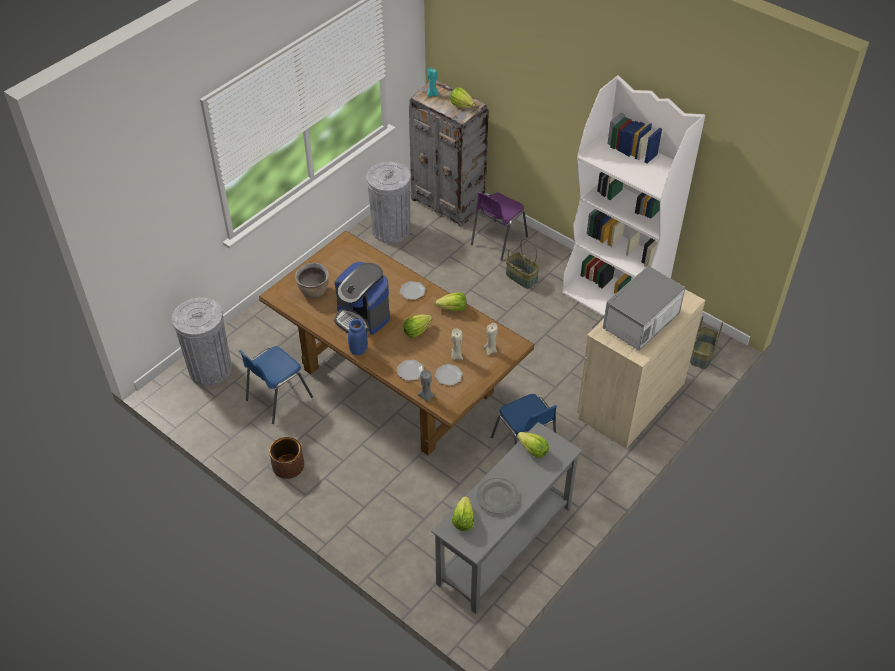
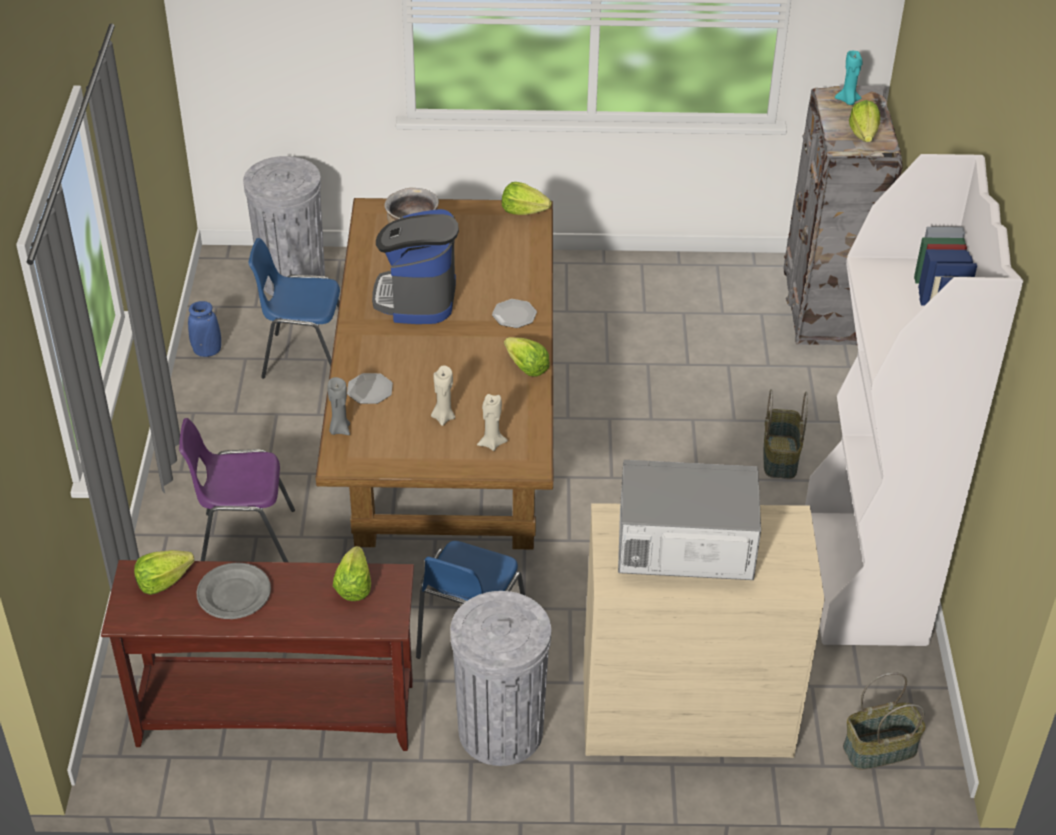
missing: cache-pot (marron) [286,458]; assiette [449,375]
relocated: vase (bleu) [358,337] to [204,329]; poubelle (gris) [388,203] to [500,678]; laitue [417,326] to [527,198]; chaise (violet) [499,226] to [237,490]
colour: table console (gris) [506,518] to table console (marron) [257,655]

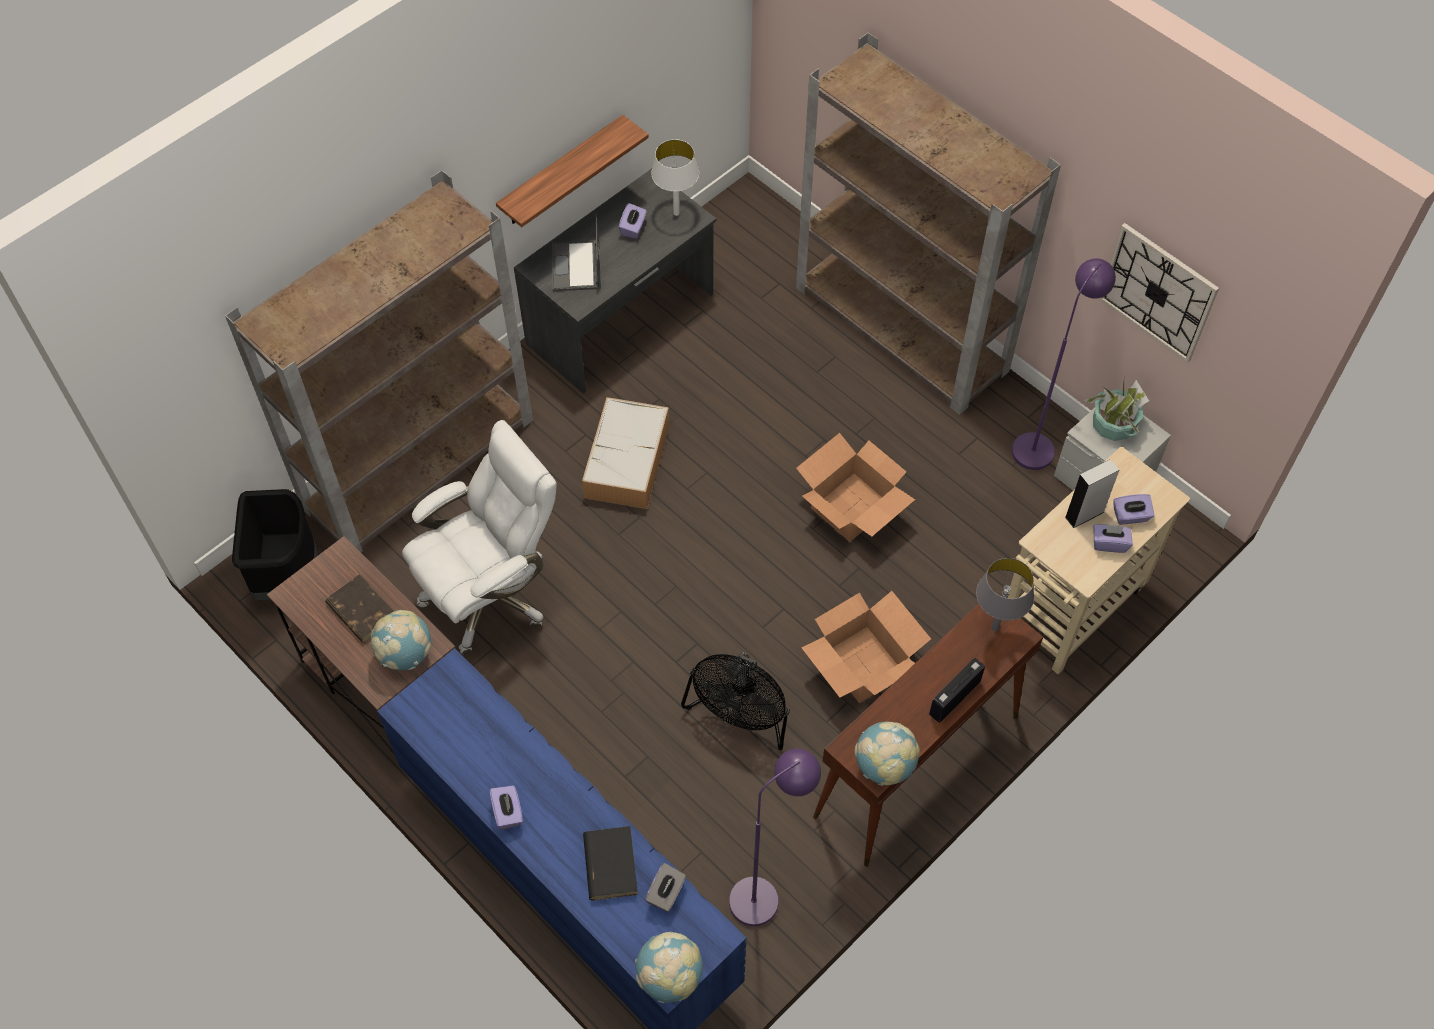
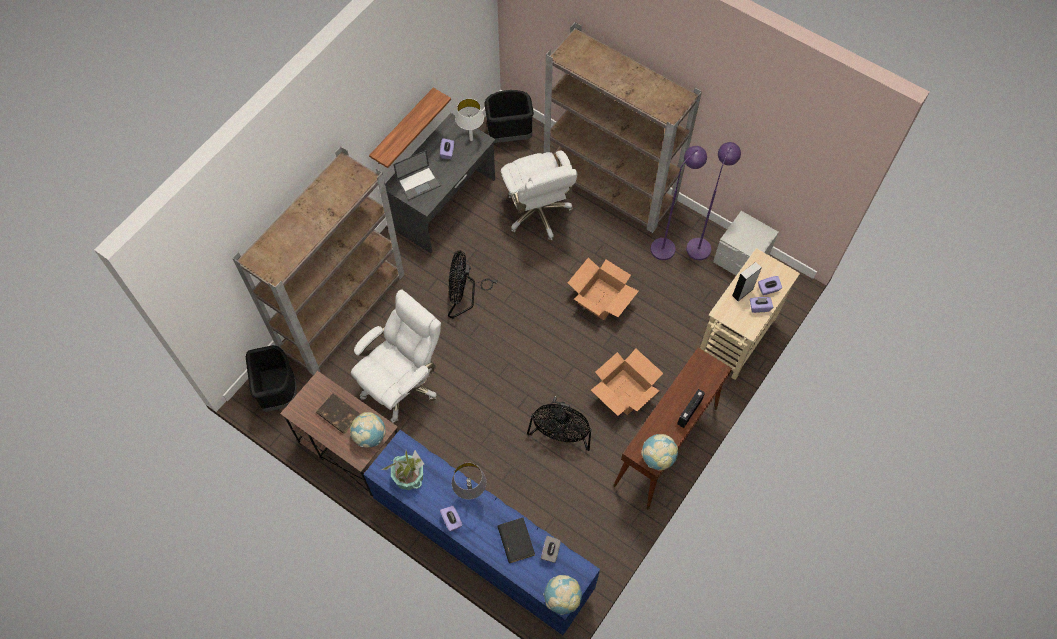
missing: horloge murale [1159,293]
appeared: poubelle (noir) [509,116]; chaise de bureau (blanc) [539,195]
relocated: lampadaire (violet) [775,837] to [678,203]; lampe de table (gris) [1005,594] to [469,481]; plante en pot [1116,410] to [402,470]
exchanged: boîte de rangement [625,453] to ventilateur (noir) [473,284]
spun: ordinateur portable [576,251] = [417,175] 105 degrees counterclockwise

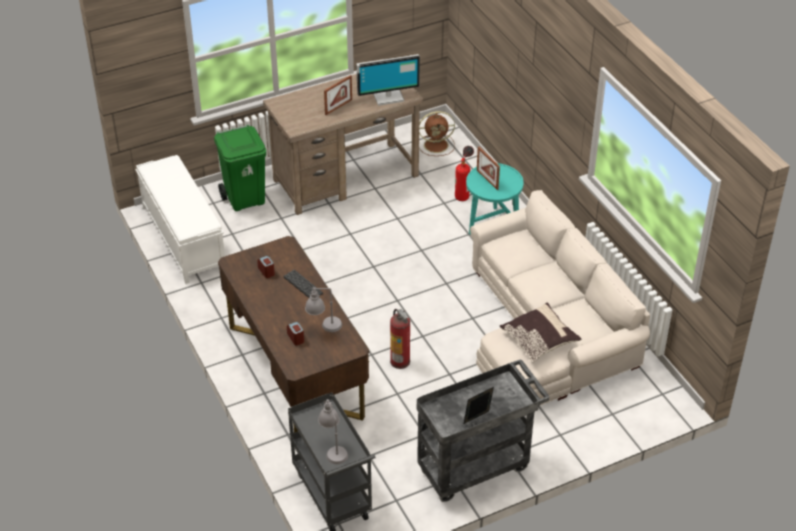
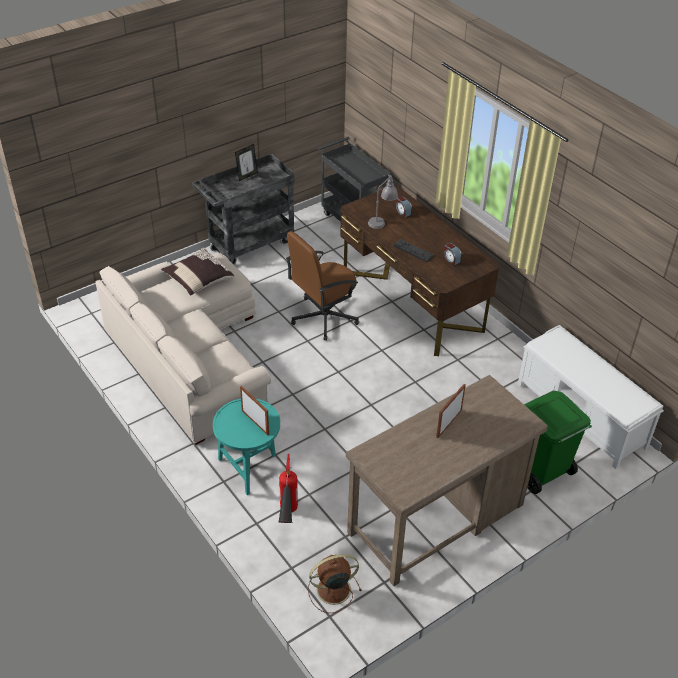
missing: lampe de table (gris) [333,431]; écran d'ordinateur [388,80]
exchanged: extincteur [400,339] to chaise de bureau (marron) [322,286]

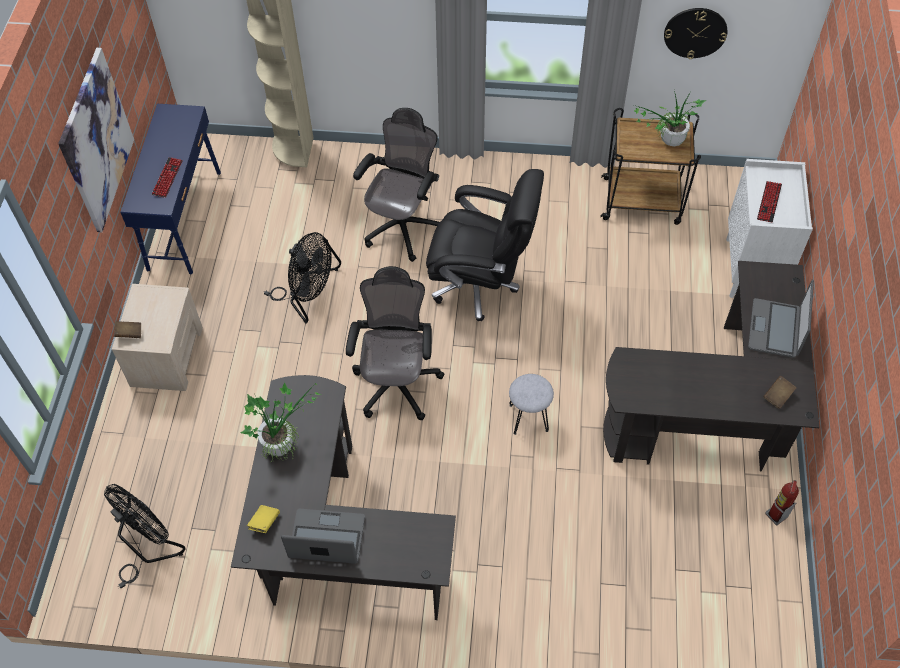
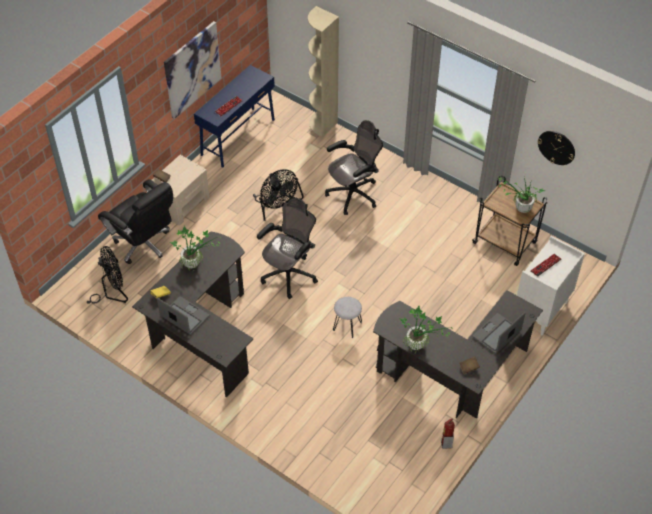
appeared: plante en pot [426,330]
relocated: chaise de bureau (noir) [485,245] to [135,221]

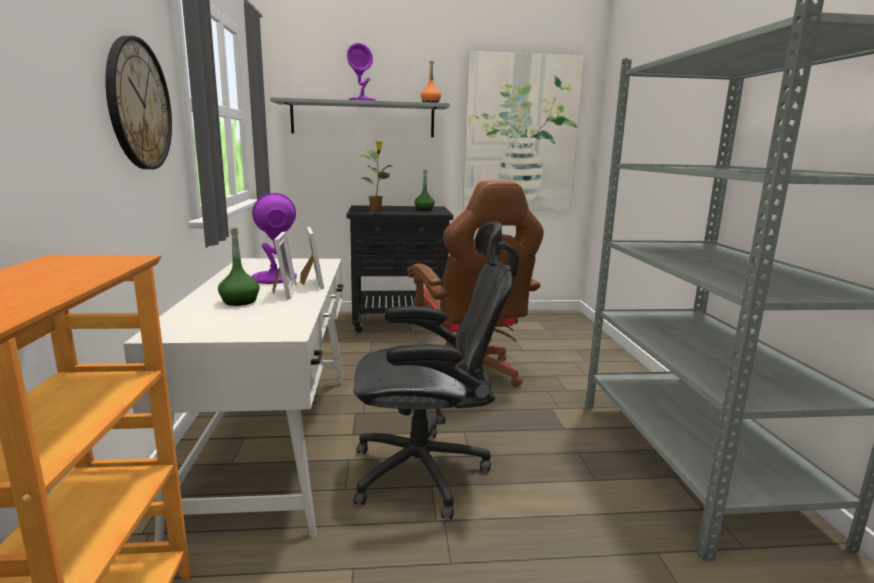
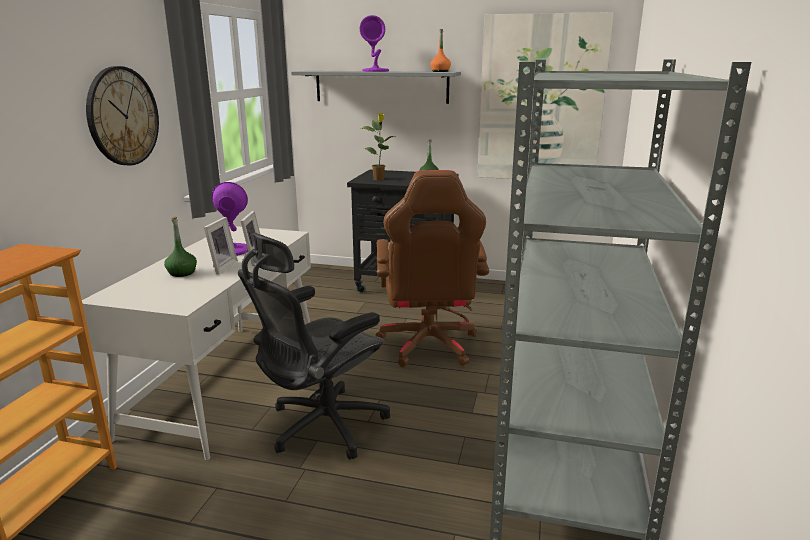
spun: chaise de bureau [436,370] = [314,346] 120 degrees clockwise

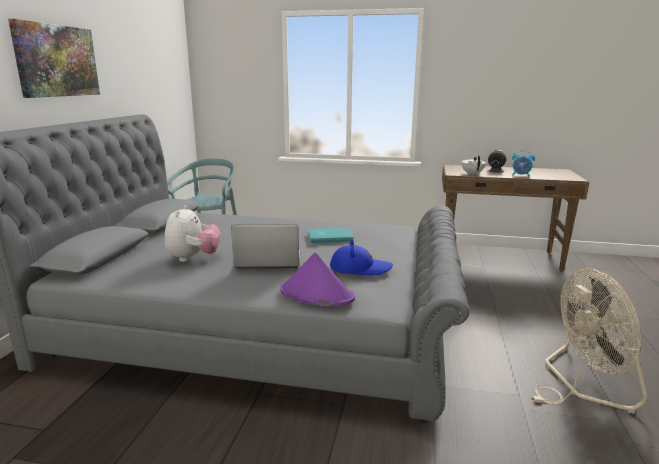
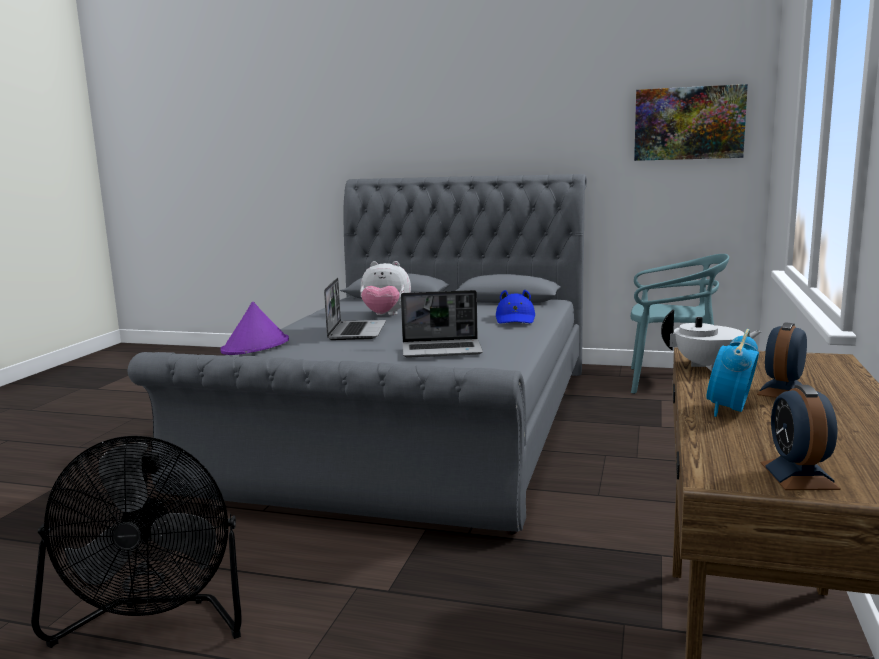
appeared: réveil [801,437]
relocated: tableau [54,58] to [691,122]; chapeau (bleu) [361,257] to [515,307]
exchanged: livre (turquoise) [331,235] to ordinateur portable [442,324]
colour: ventilateur (beige) [589,341] to ventilateur (noir) [136,542]

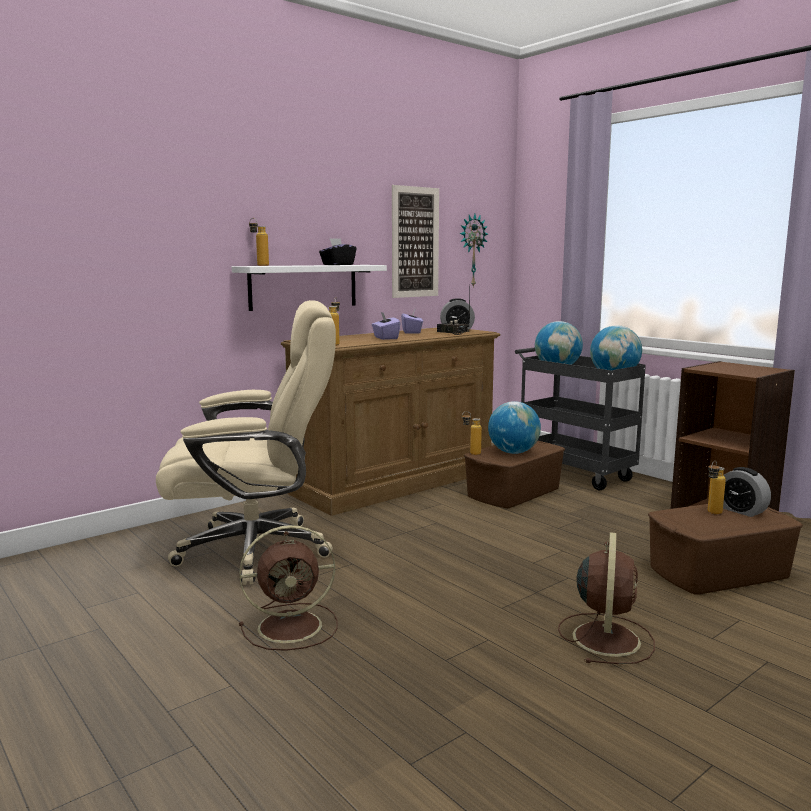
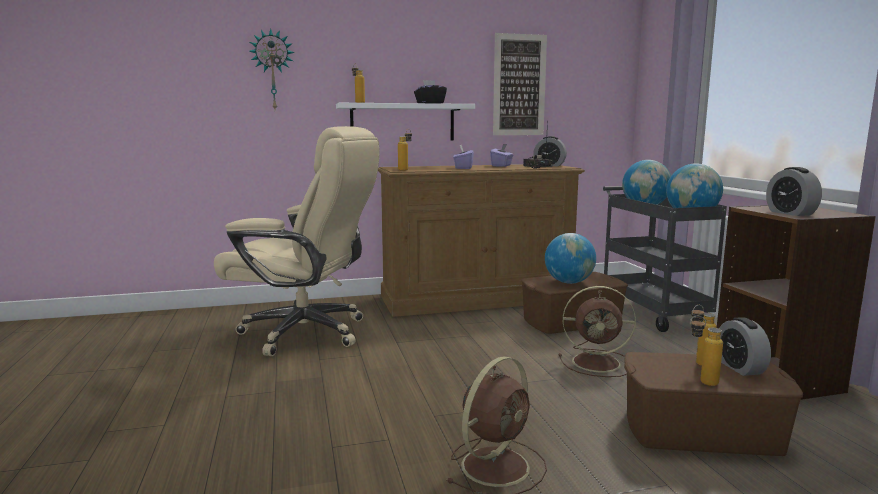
appeared: réveil [794,191]
relocated: ventilateur (marron) [288,588] to [597,331]; horloge murale [474,251] to [272,68]; bouteille [472,433] to [706,351]

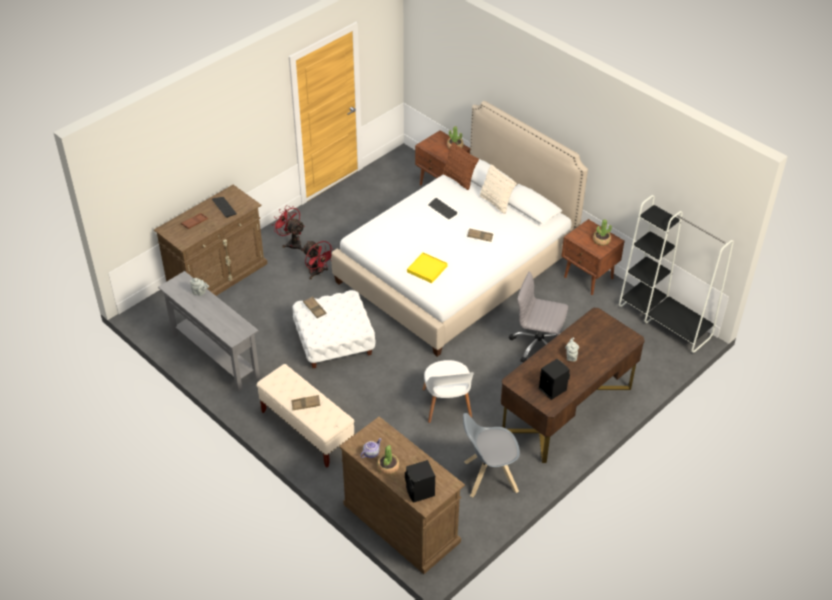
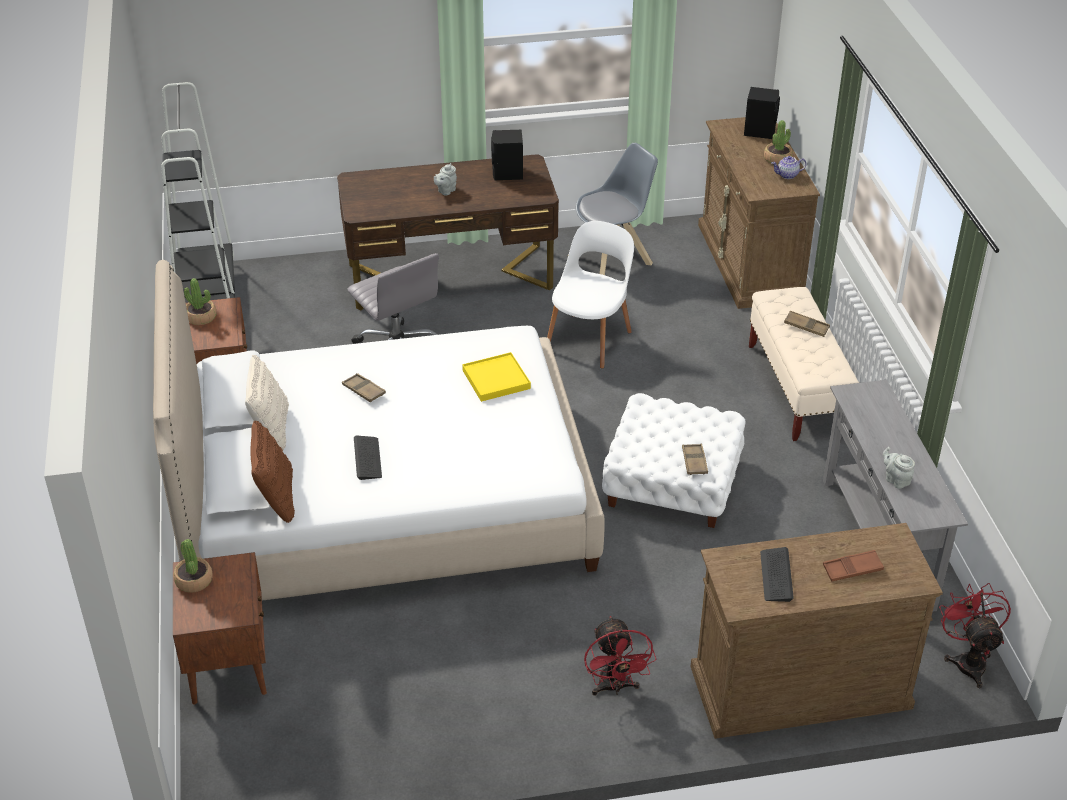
relocated: ventilateur (rouge) [318,260] to [975,635]
spun: chaise (gris) [491,455] = [612,209] 60 degrees counterclockwise

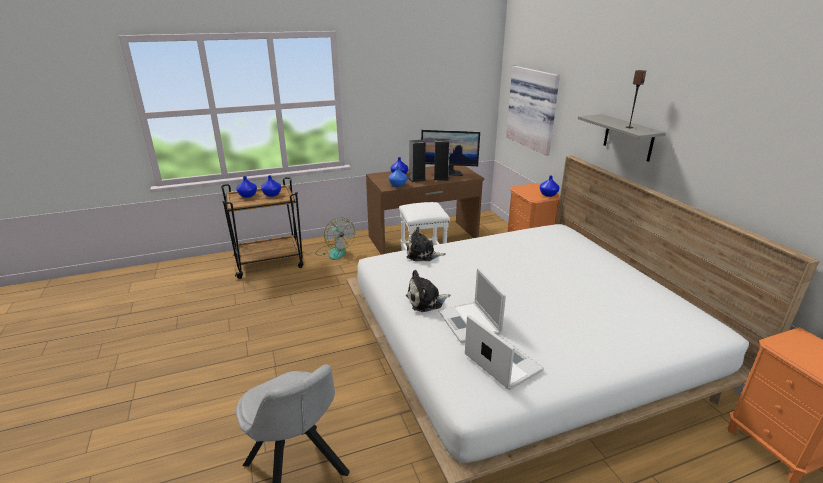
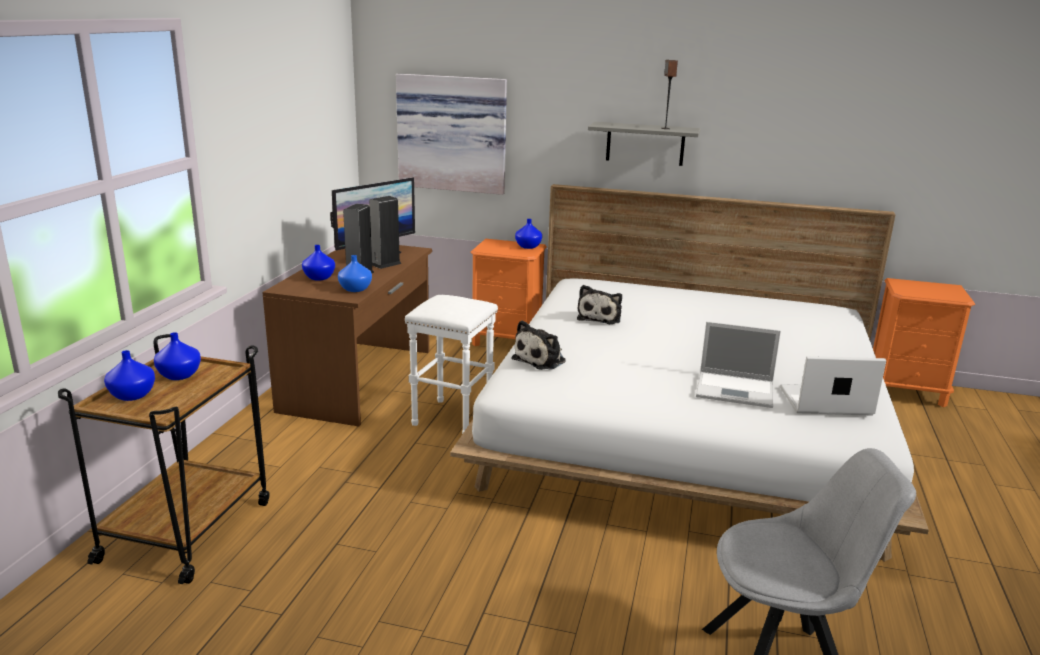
missing: ventilateur [335,238]
relocated: peluche [428,291] to [599,304]

